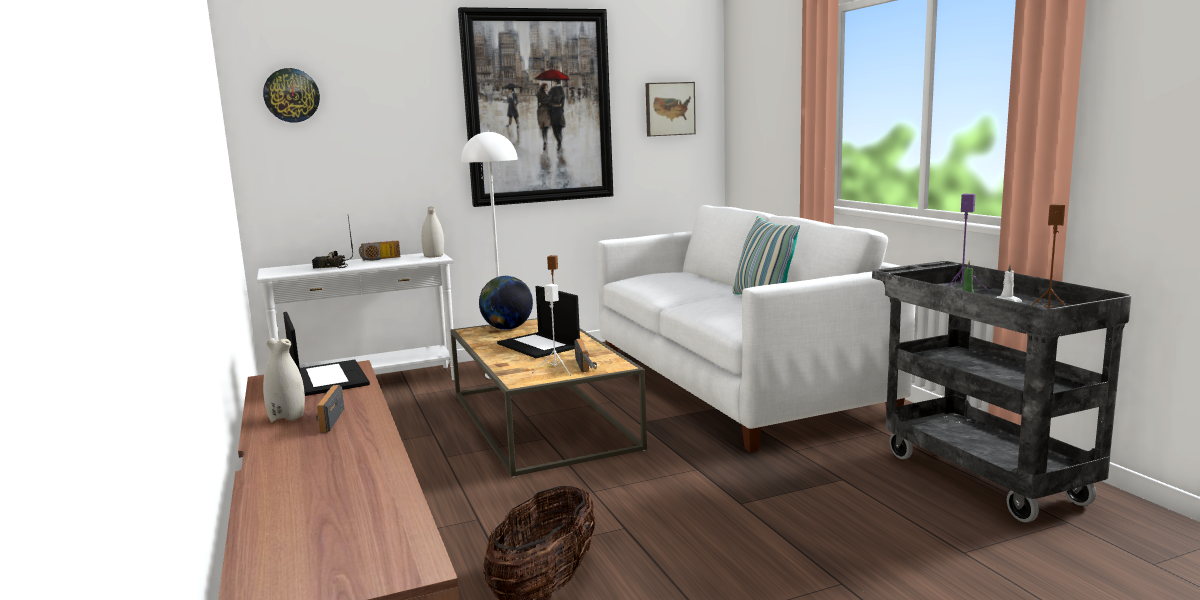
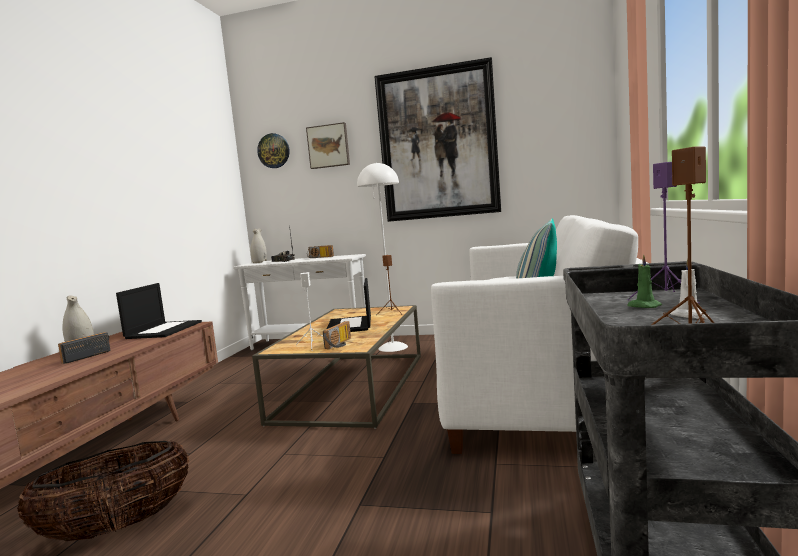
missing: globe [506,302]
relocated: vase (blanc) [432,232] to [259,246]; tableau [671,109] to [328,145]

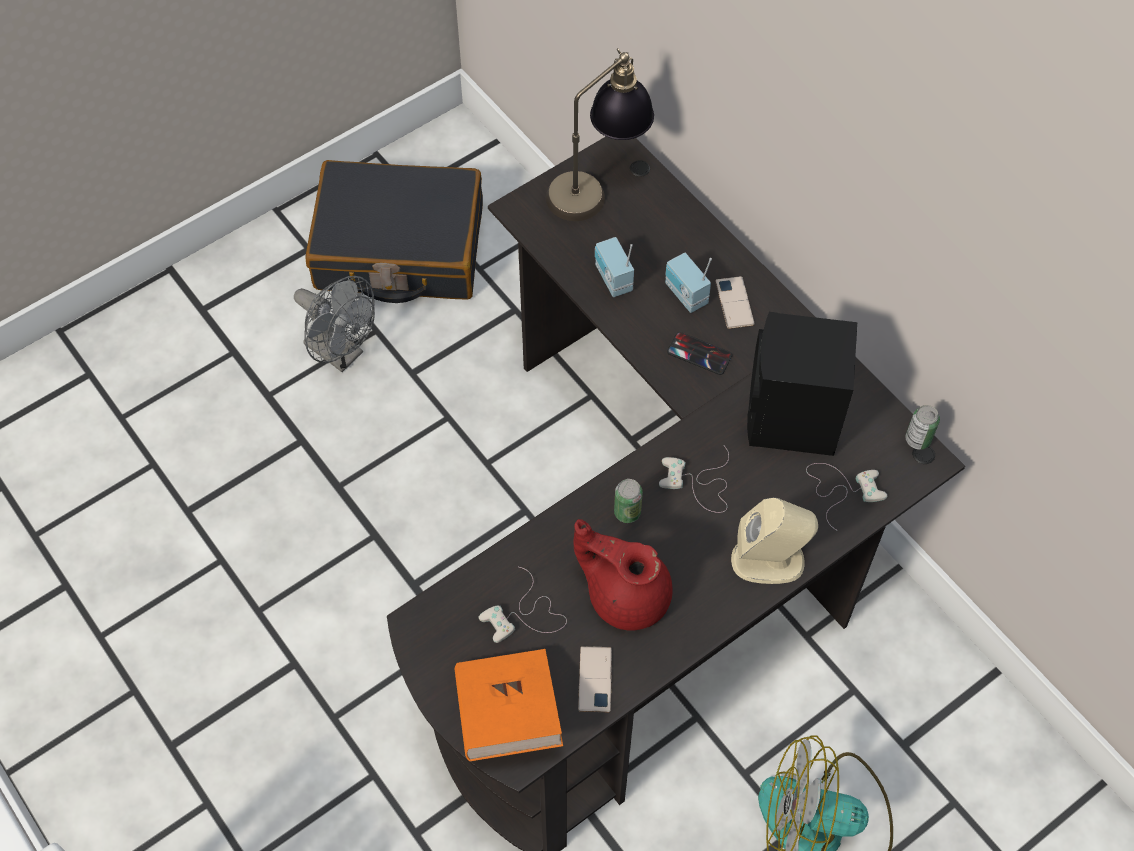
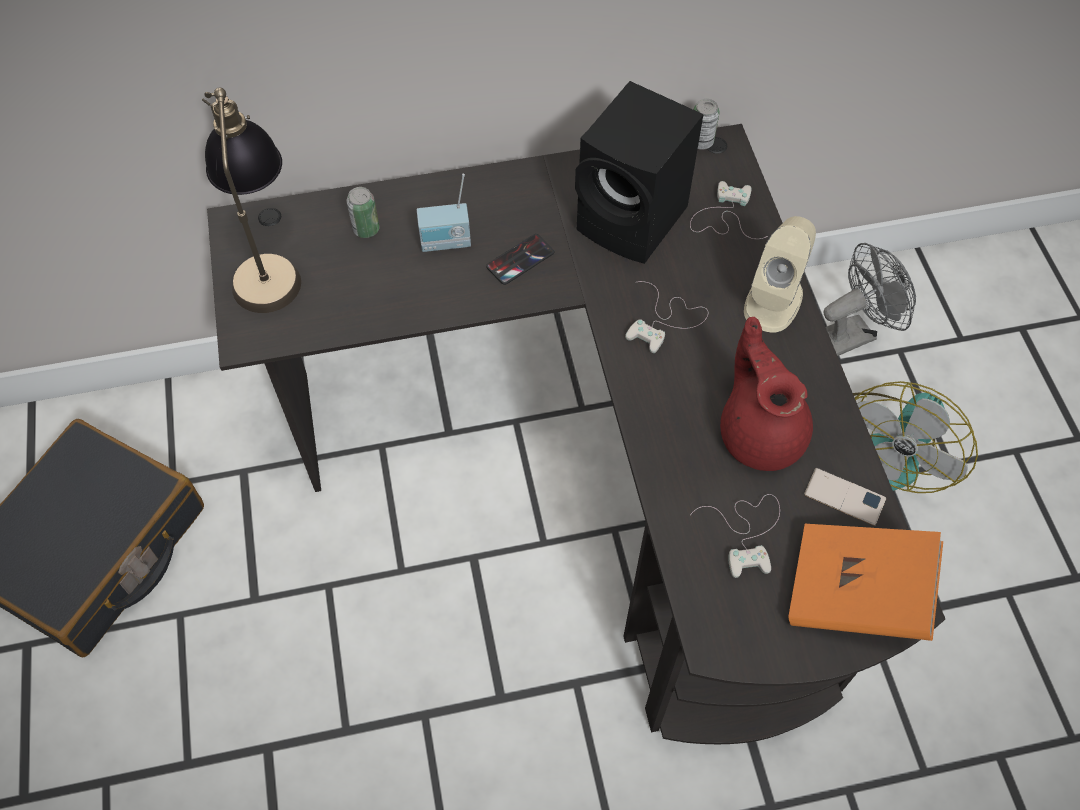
missing: radio [614,267]; téléphone [735,302]
relocated: ventilateur (gris) [334,324] to [869,299]; boîte métallique [628,501] to [363,212]
spun: théière (rouge) [623,575] = [766,394] 105 degrees clockwise

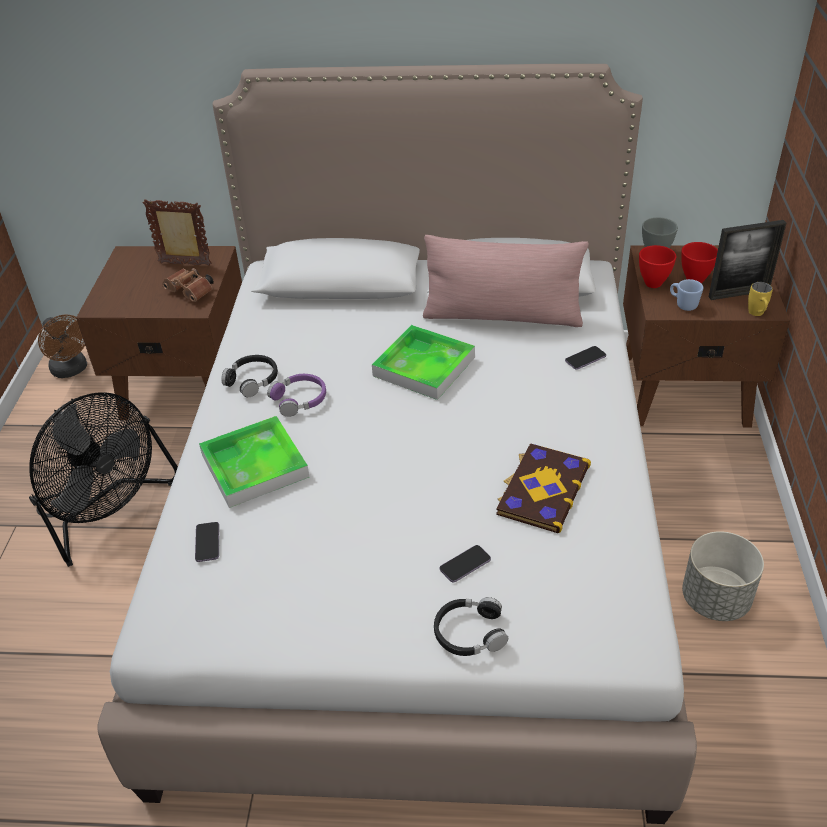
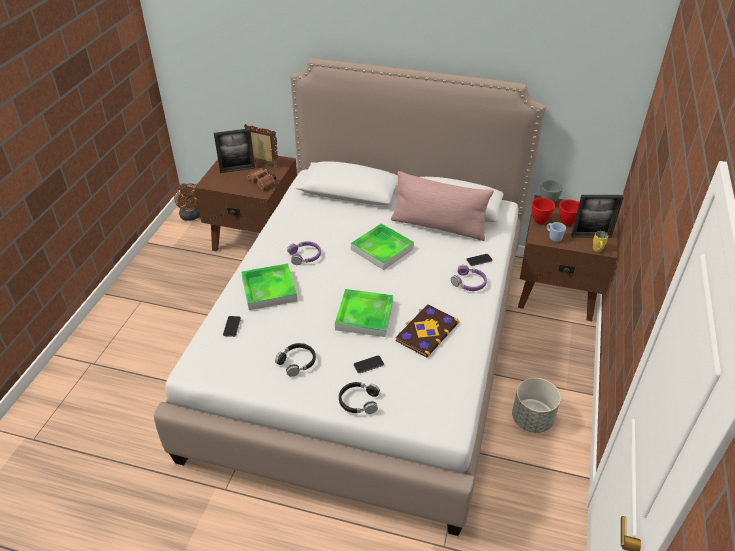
missing: ventilateur (noir) [103,479]
appeared: cadre photo [234,150]; plateau [364,313]; casque audio (violet) [469,278]
relocated: casque audio (noir) [249,376] to [295,360]

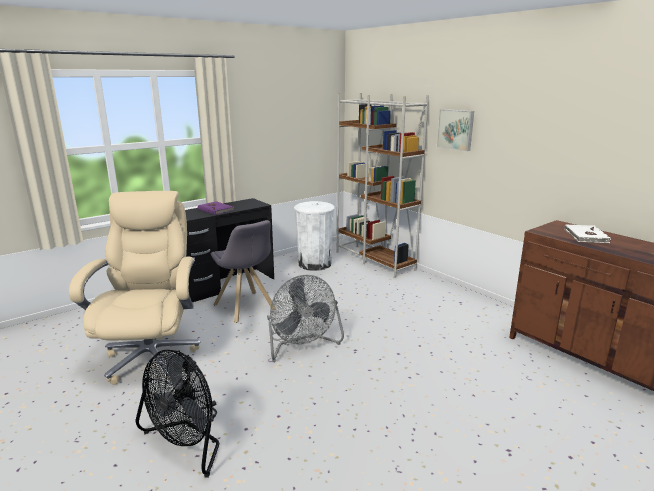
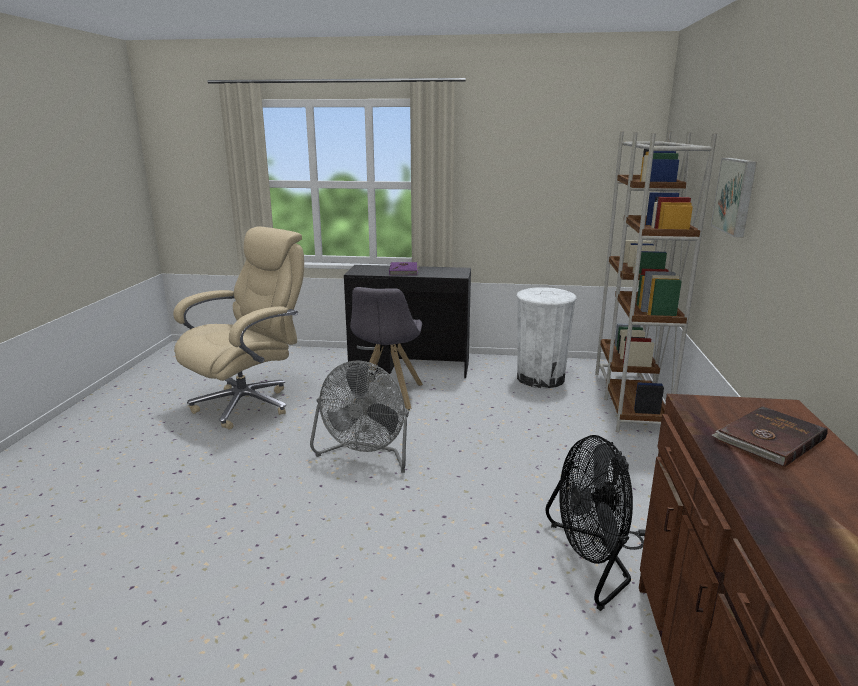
relocated: ventilateur (noir) [177,414] to [596,523]
colour: livre (blanc) [587,234] to livre (marron) [770,437]

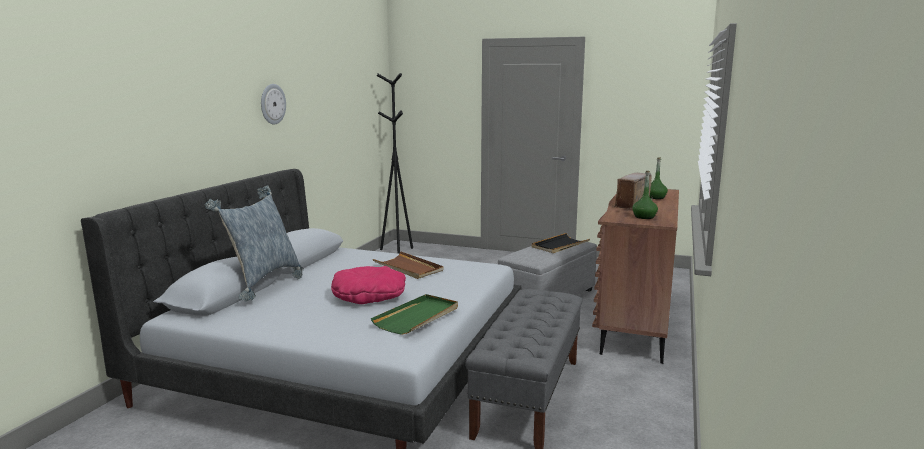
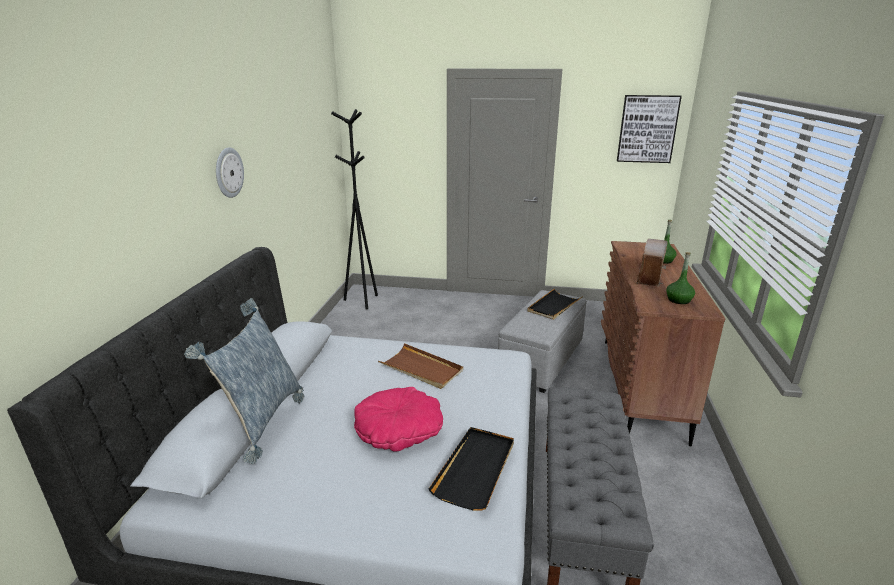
appeared: tableau [649,129]
colour: plateau (vert) [414,314] to plateau (noir) [471,469]

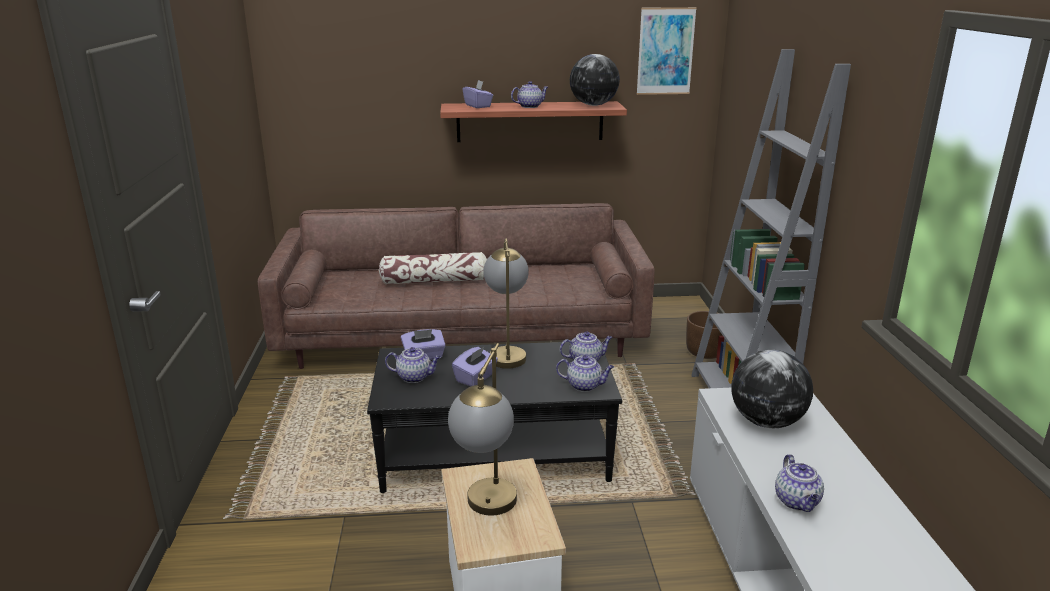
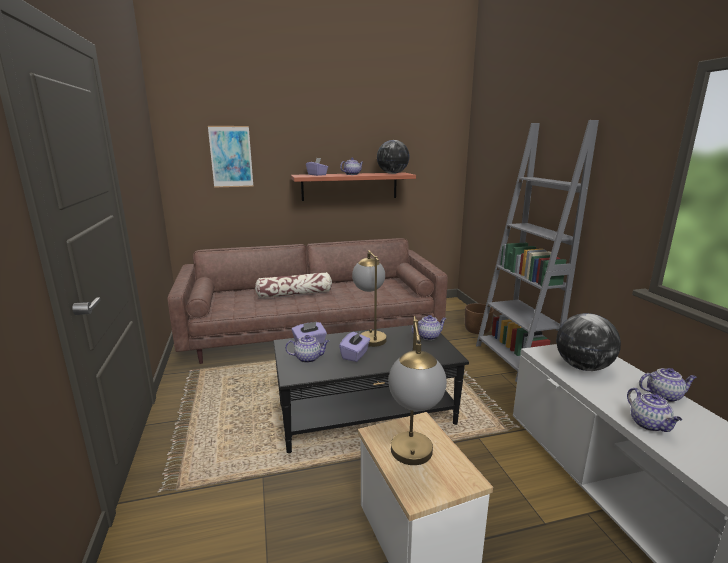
relocated: théière [585,373] to [668,385]; tableau [667,51] to [231,156]

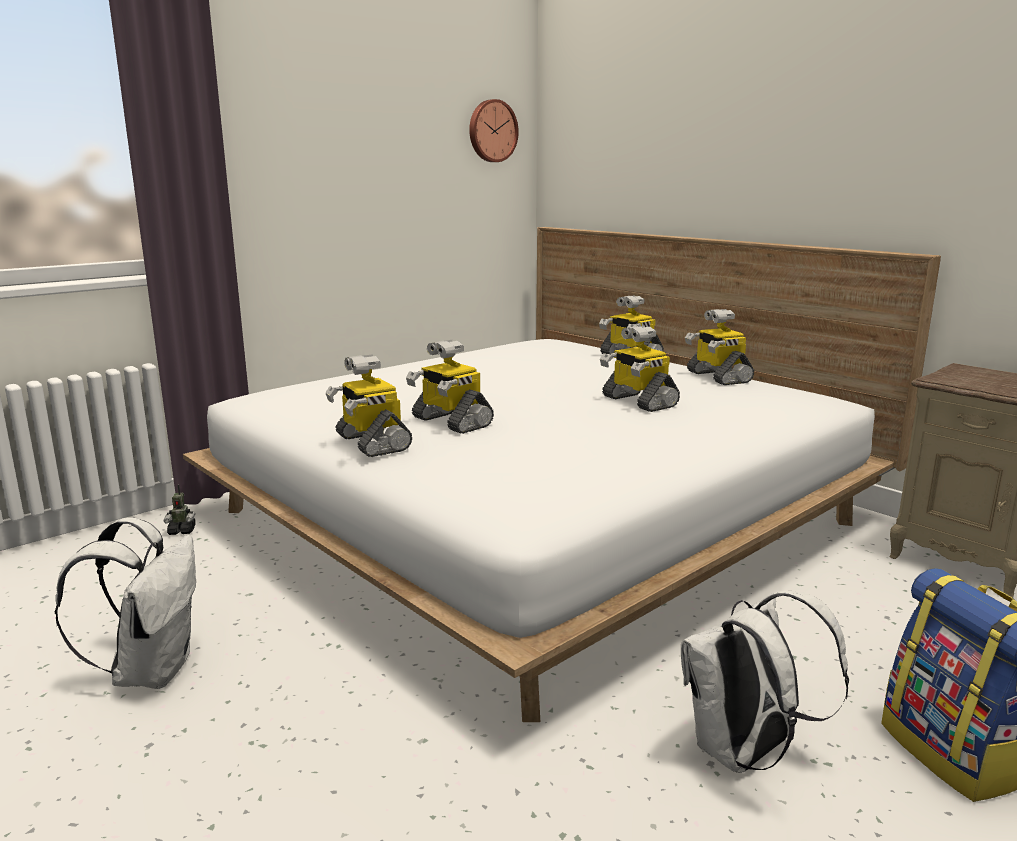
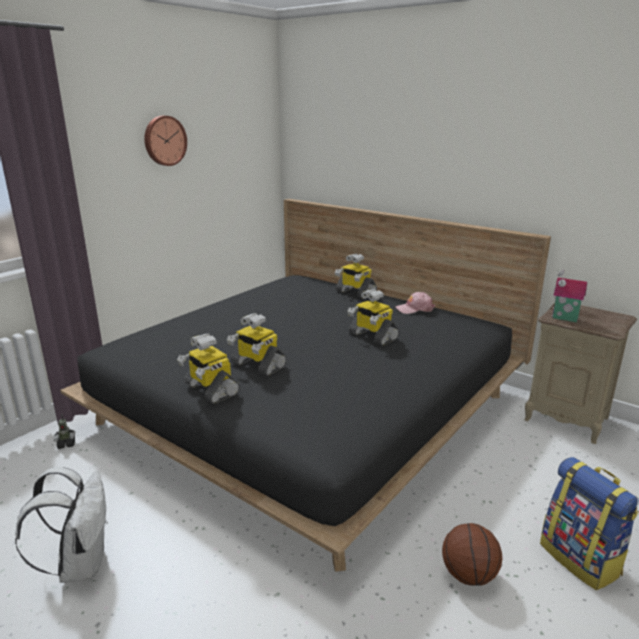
appeared: maison miniature [569,296]
relocated: horloge murale [494,130] to [165,141]
exchanged: sac à dos (blanc) [765,682] to ballon de basket [472,554]; robot jouet [719,347] to casquette (rose) [415,303]
colour: lit (blanc) [562,474] to lit (noir) [305,385]

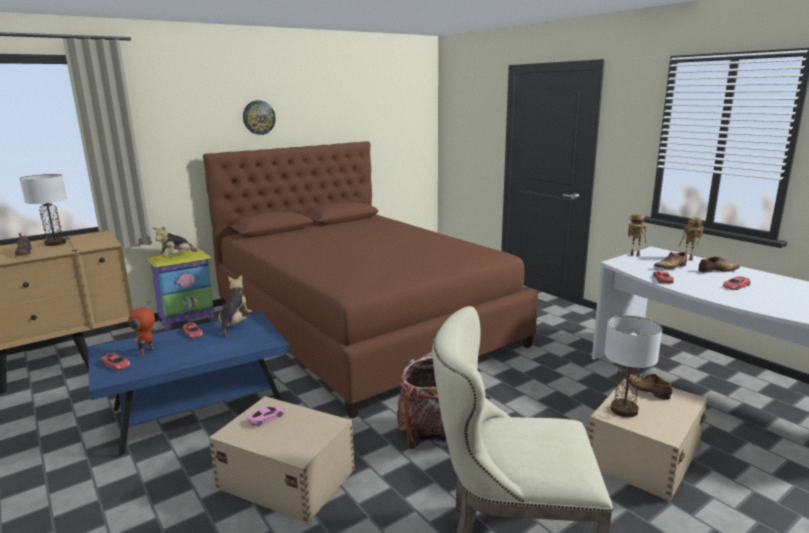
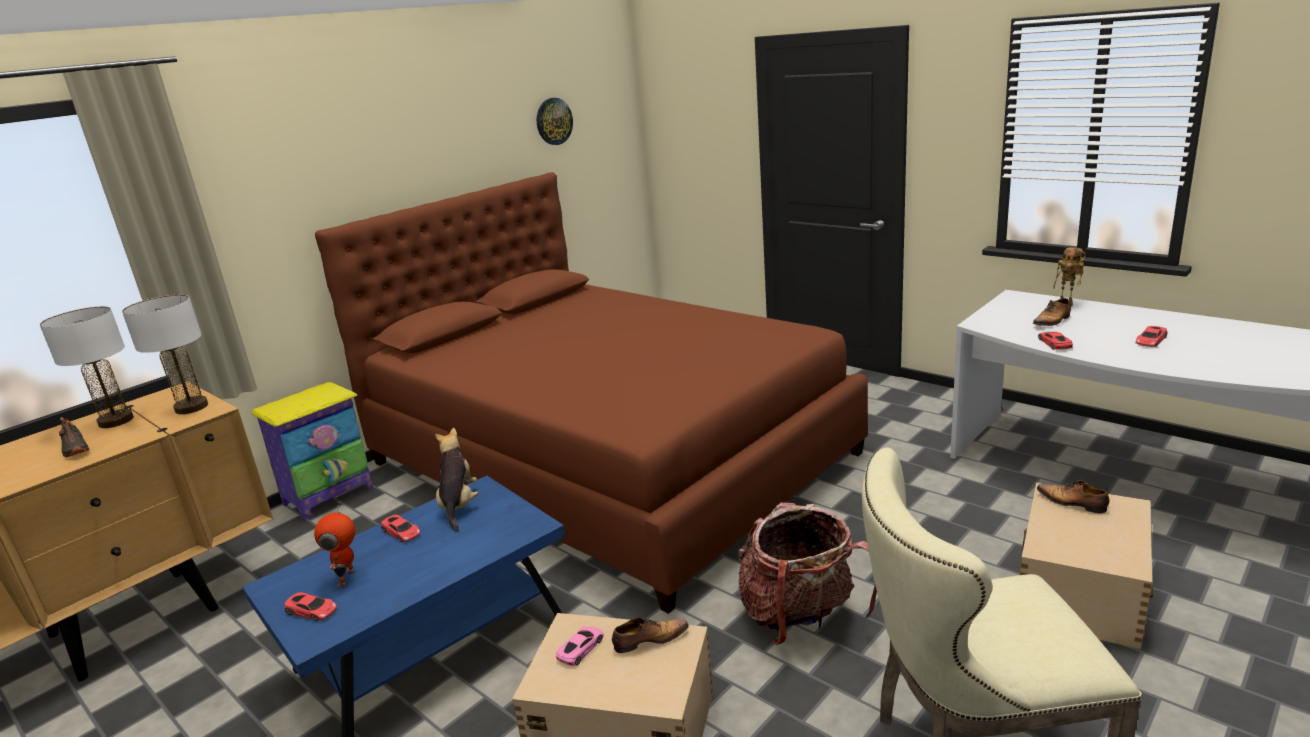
missing: peluche [175,242]; robot jouet [637,235]
relocated: horloge murale [259,117] to [555,121]; lampe de table [633,366] to [165,354]; chaussure [719,265] to [650,635]

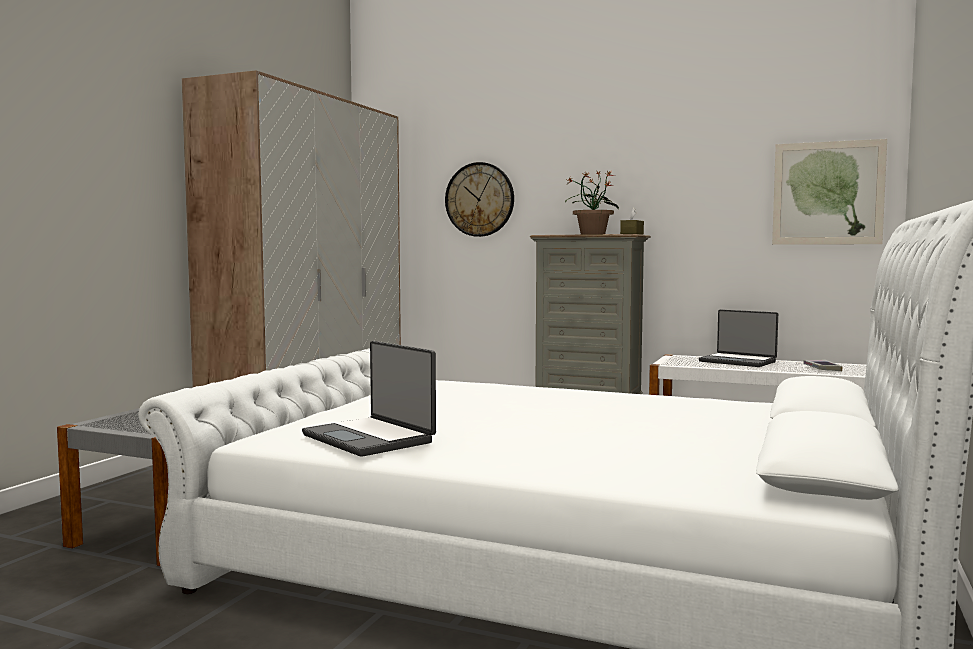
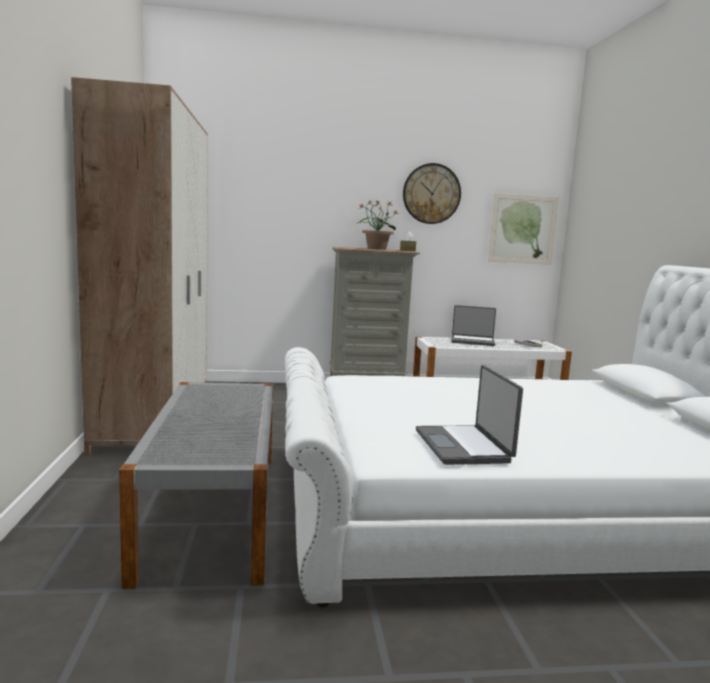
relocated: horloge murale [479,199] to [432,193]
spun: ordinateur portable [369,398] = [469,415] 60 degrees clockwise

